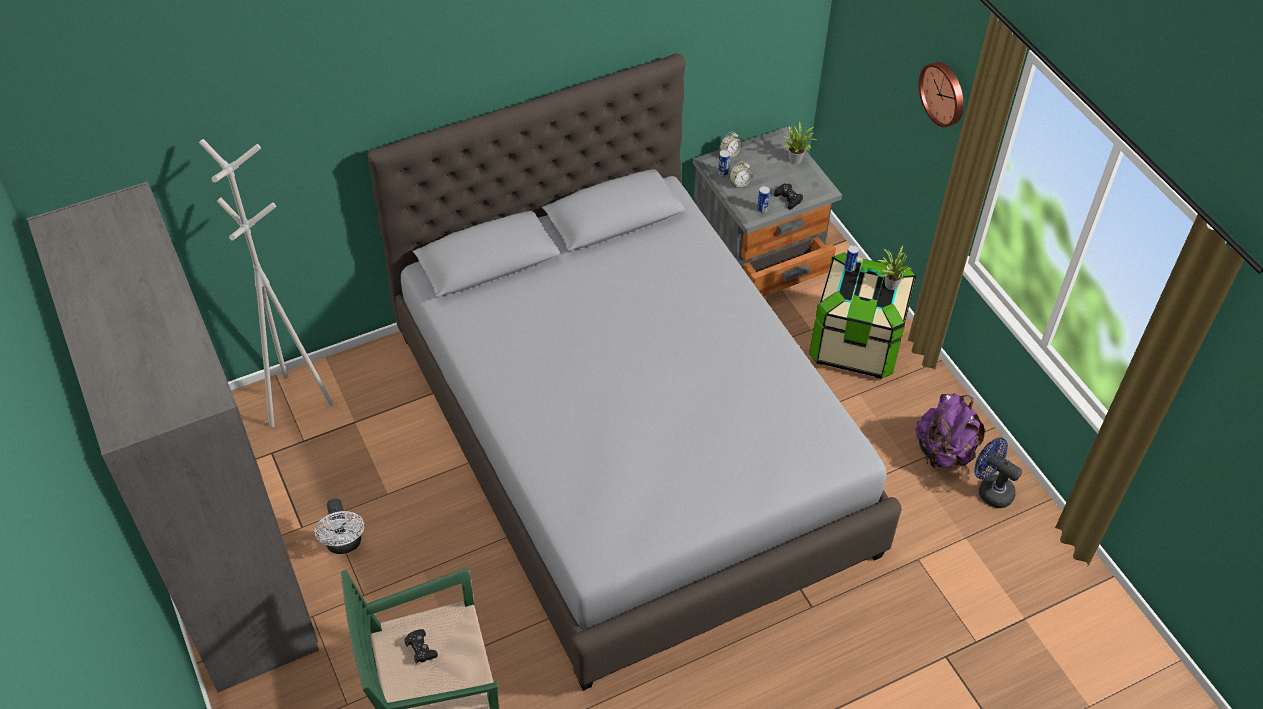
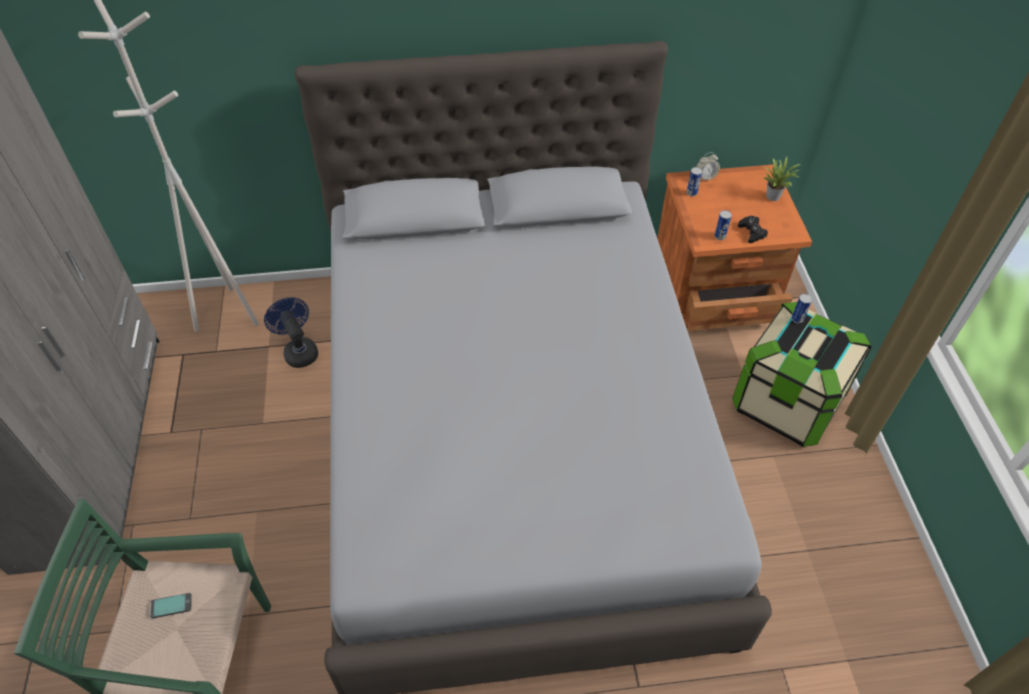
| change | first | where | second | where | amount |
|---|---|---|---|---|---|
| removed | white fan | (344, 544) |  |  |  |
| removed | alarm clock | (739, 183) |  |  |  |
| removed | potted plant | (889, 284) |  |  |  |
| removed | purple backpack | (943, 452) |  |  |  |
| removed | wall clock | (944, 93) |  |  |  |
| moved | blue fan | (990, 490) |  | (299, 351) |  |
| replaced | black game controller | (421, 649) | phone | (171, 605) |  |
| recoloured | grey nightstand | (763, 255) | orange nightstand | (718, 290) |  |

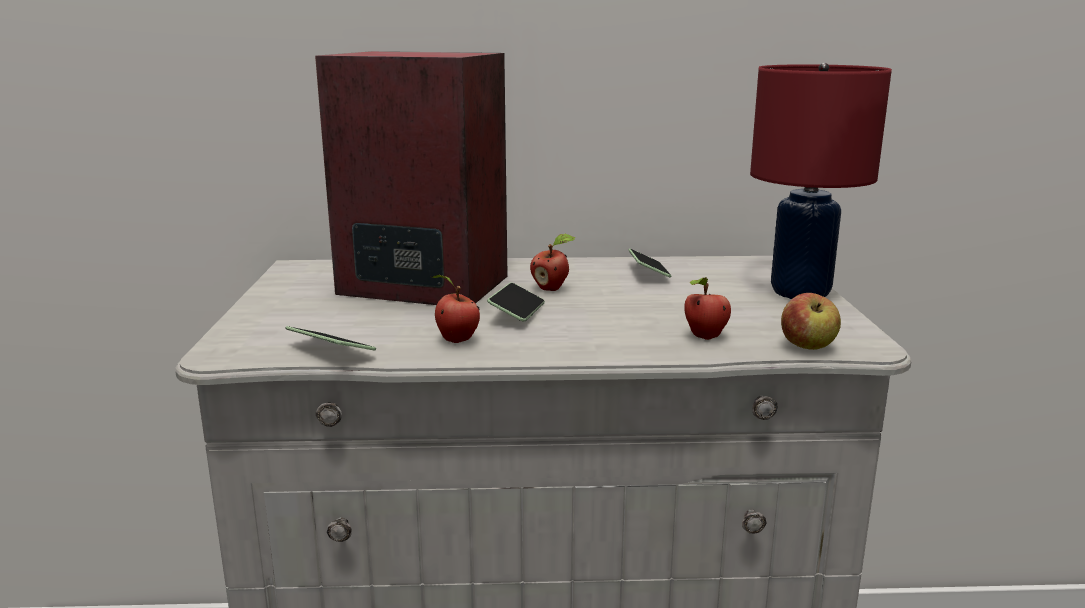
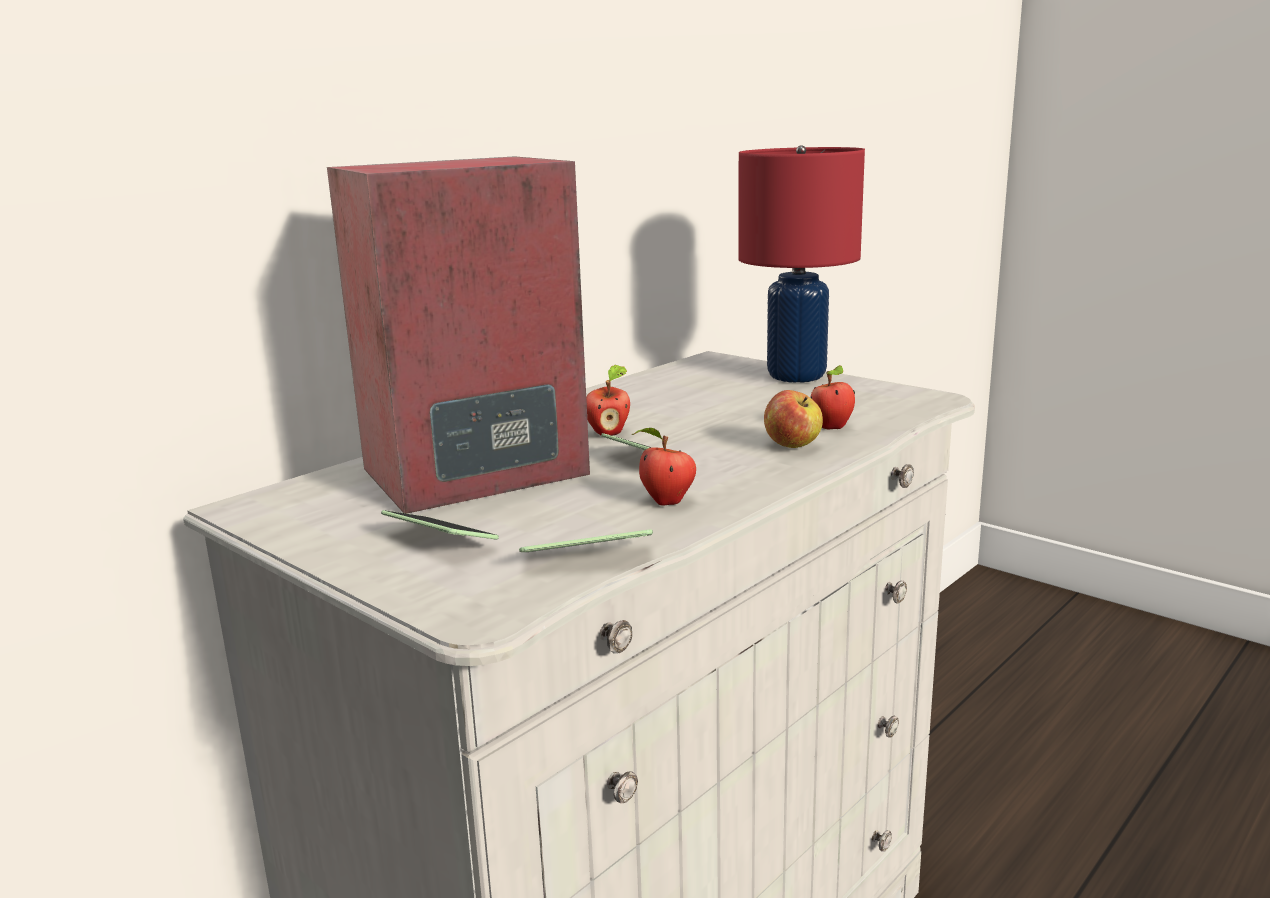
| change | first | where | second | where | amount |
|---|---|---|---|---|---|
| moved | phone | (648, 273) |  | (440, 542) |  |
| moved | apple | (808, 347) |  | (792, 446) |  |

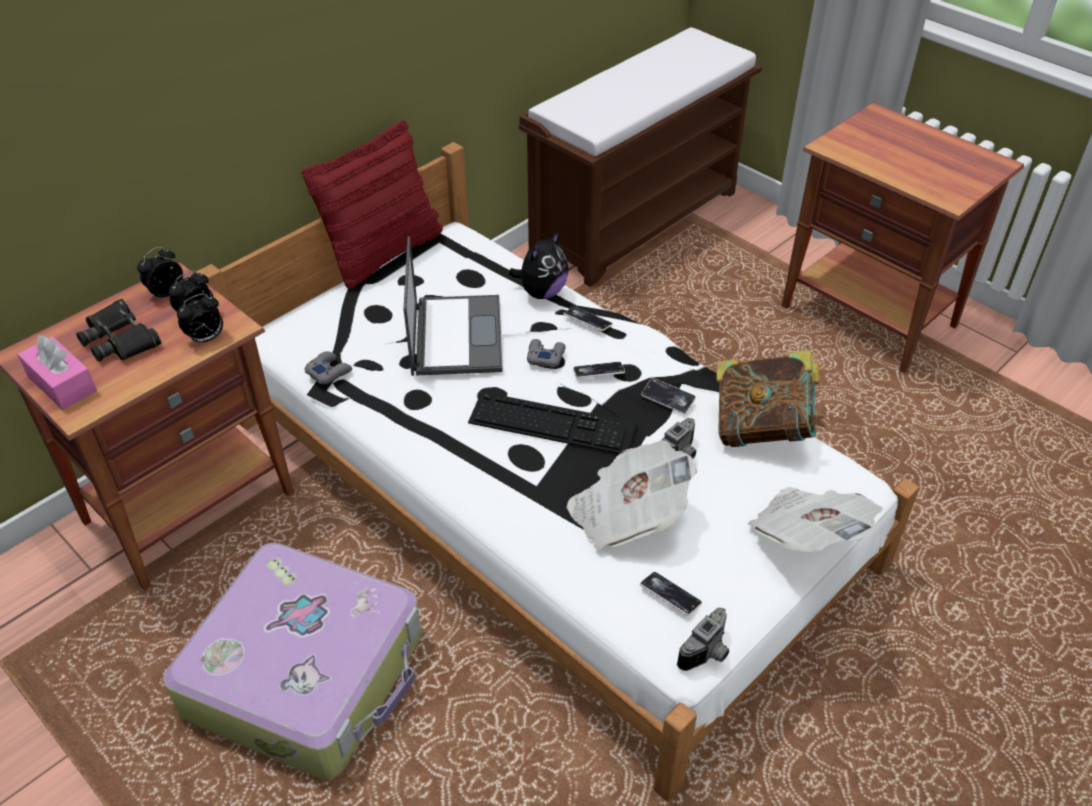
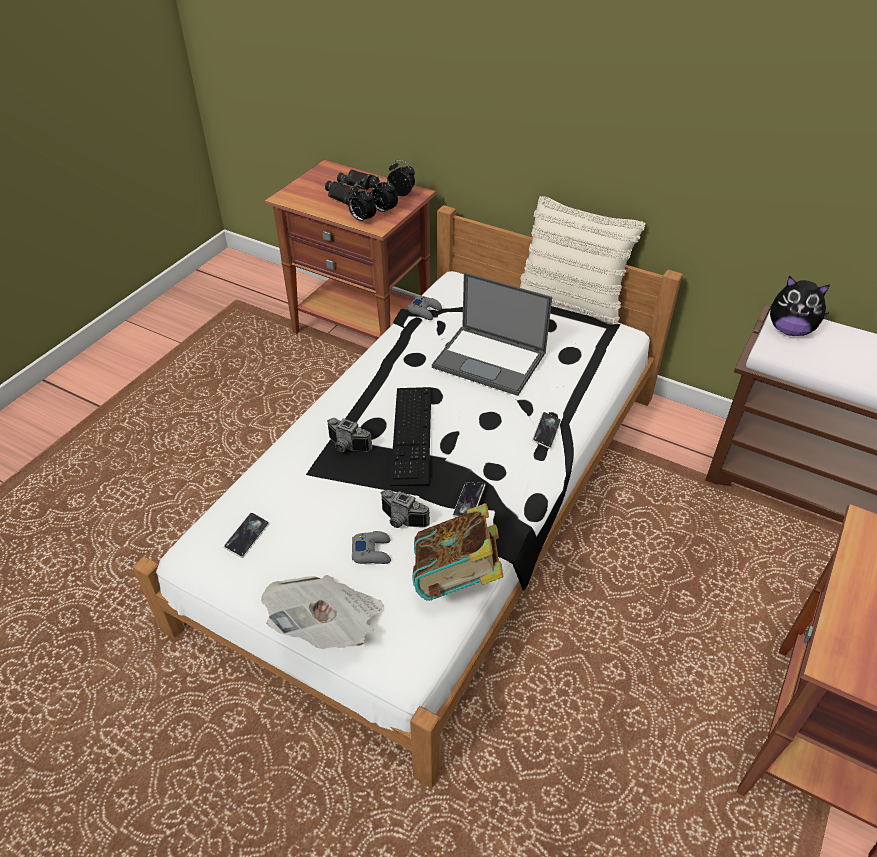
| change | first | where | second | where | amount |
|---|---|---|---|---|---|
| removed | pink tissue box | (62, 384) |  |  |  |
| removed | suitcase | (308, 673) |  |  |  |
| removed | newspaper | (627, 515) |  |  |  |
| removed | phone | (598, 372) |  |  |  |
| moved | plush toy | (542, 292) |  | (790, 330) |  |
| moved | grey game controller | (545, 356) |  | (372, 551) |  |
| moved | photo camera | (709, 653) |  | (346, 447) |  |
| recoloured | red pillow | (383, 254) | beige pillow | (572, 304) |  |
| turned | laptop | (456, 334) |  | (491, 360) | 45 degrees clockwise |

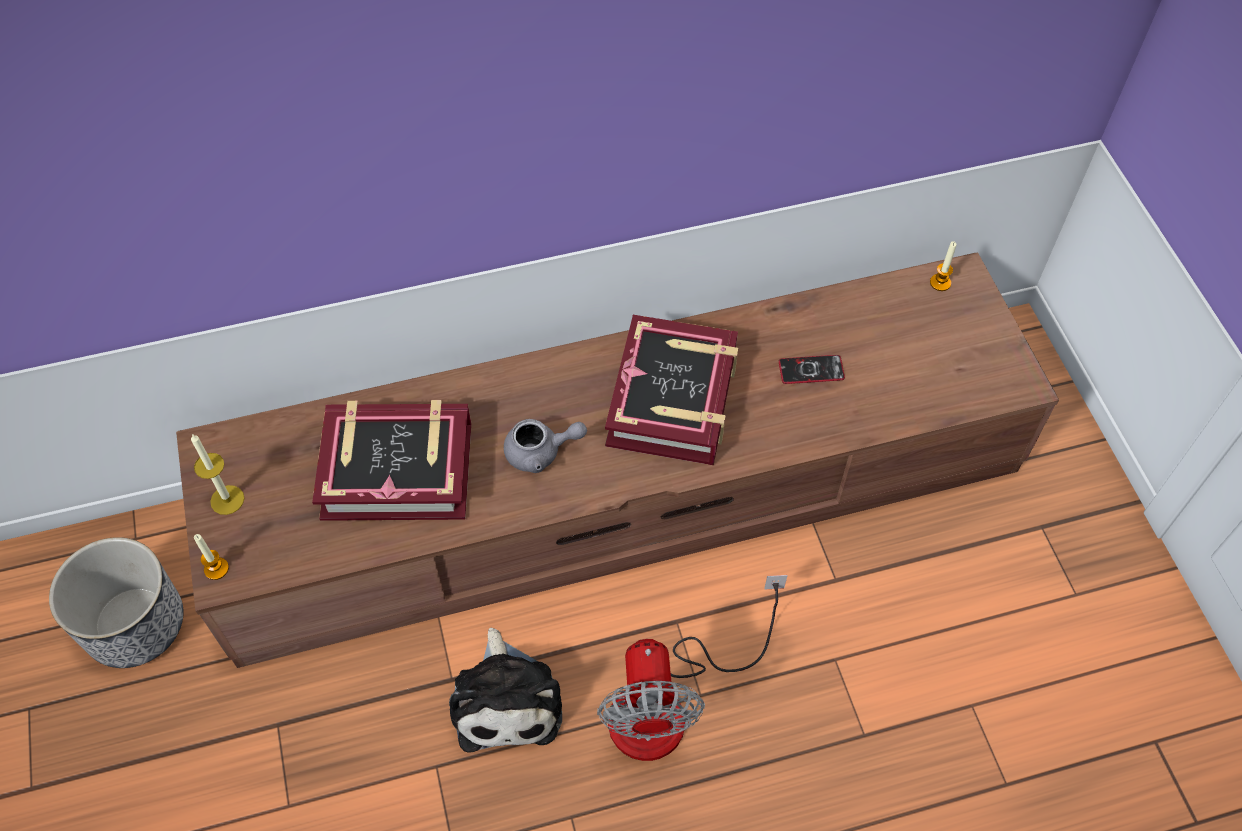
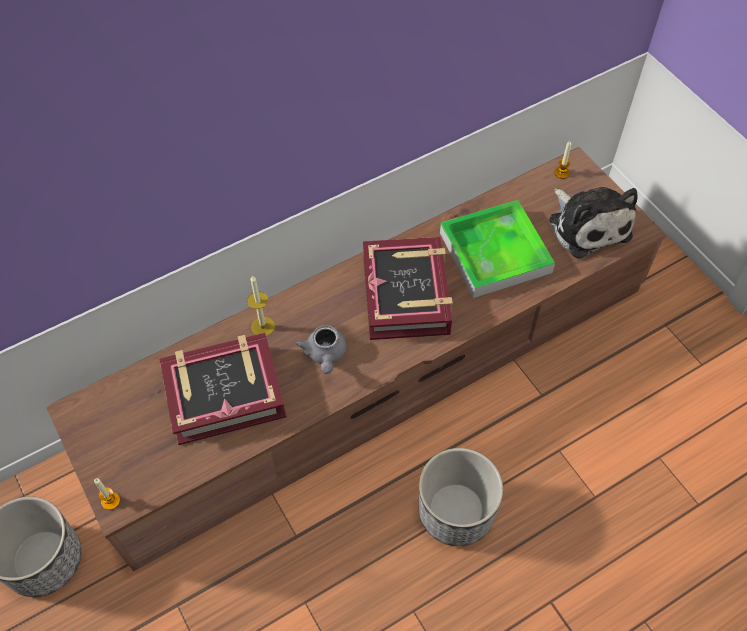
| change | first | where | second | where | amount |
|---|---|---|---|---|---|
| moved | candle | (227, 500) |  | (263, 326) |  |
| moved | plush toy | (507, 699) |  | (587, 225) |  |
| replaced | fan | (669, 703) | planter | (456, 511) |  |
| replaced | phone | (811, 370) | tray | (495, 252) |  |
| turned | grey teapot | (541, 452) |  | (325, 355) | 105 degrees clockwise |

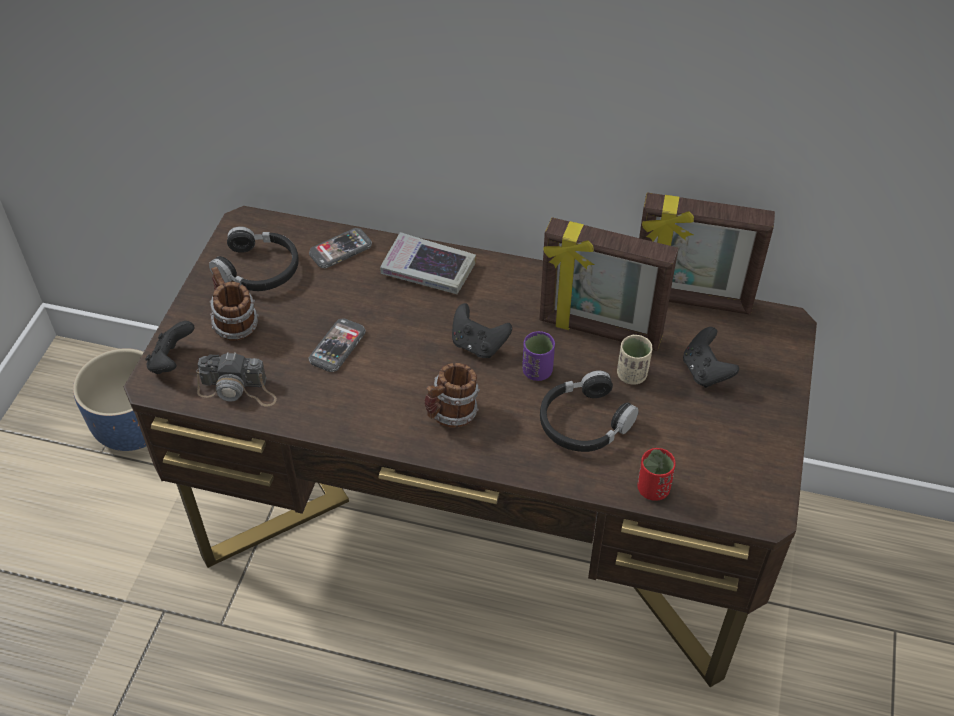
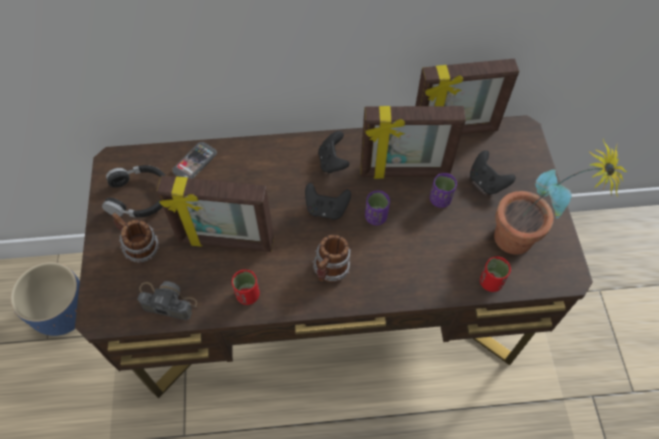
| change | first | where | second | where | amount |
|---|---|---|---|---|---|
| removed | book | (428, 270) |  |  |  |
| removed | black headphones | (584, 422) |  |  |  |
| added |  |  | red cup | (248, 295) |  |
| added |  |  | potted plant | (525, 244) |  |
| moved | black game controller | (172, 362) |  | (332, 162) |  |
| replaced | phone | (337, 346) | picture frame | (226, 242) |  |
| recoloured | beige cup | (632, 375) | purple cup | (440, 199) |  |
| turned | photo camera | (238, 389) |  | (166, 301) | 150 degrees counterclockwise |

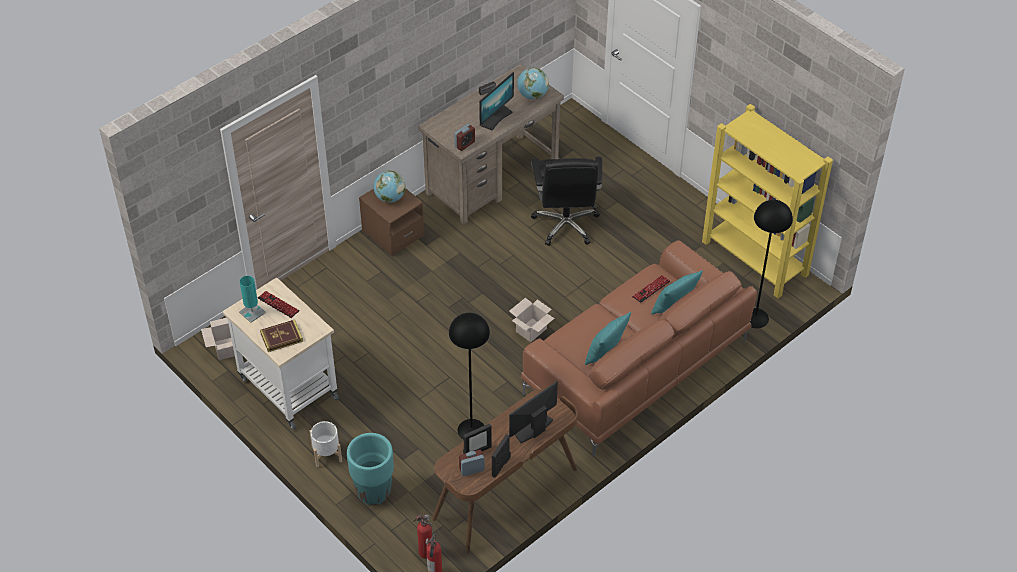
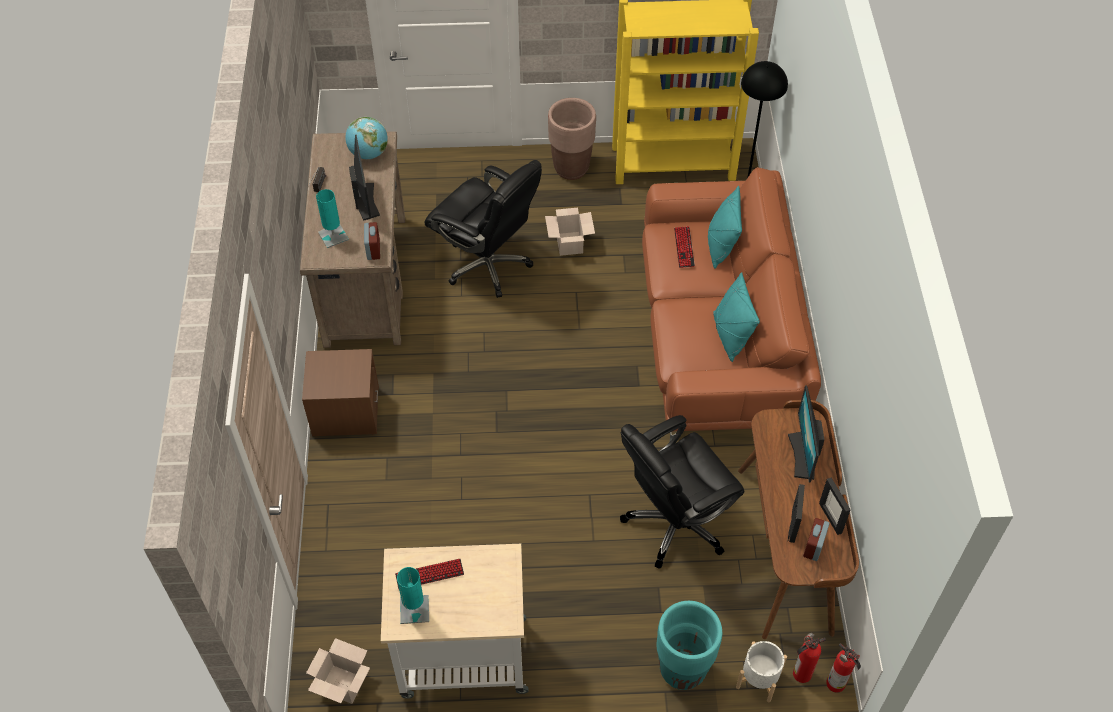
| change | first | where | second | where | amount |
|---|---|---|---|---|---|
| removed | book | (281, 337) |  |  |  |
| removed | globe | (390, 198) |  |  |  |
| added |  |  | turquoise table lamp | (333, 236) |  |
| added |  |  | brown planter | (571, 168) |  |
| moved | white planter | (326, 454) |  | (758, 679) |  |
| moved | cardboard box | (531, 331) |  | (570, 244) |  |
| replaced | black floor lamp | (471, 429) | black office chair | (676, 522) |  |

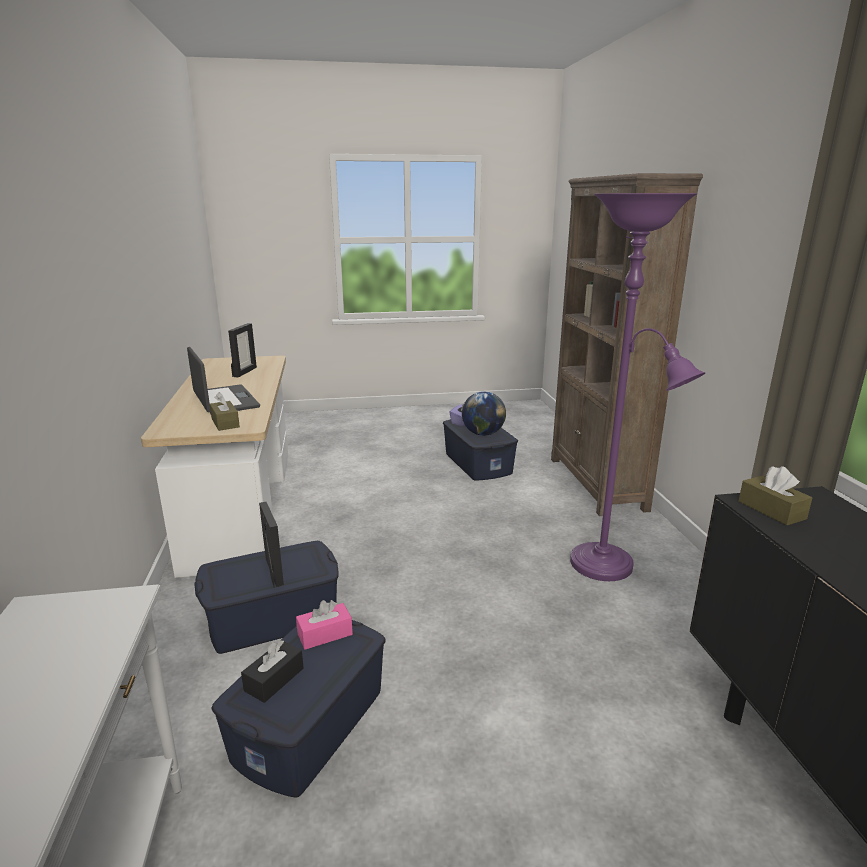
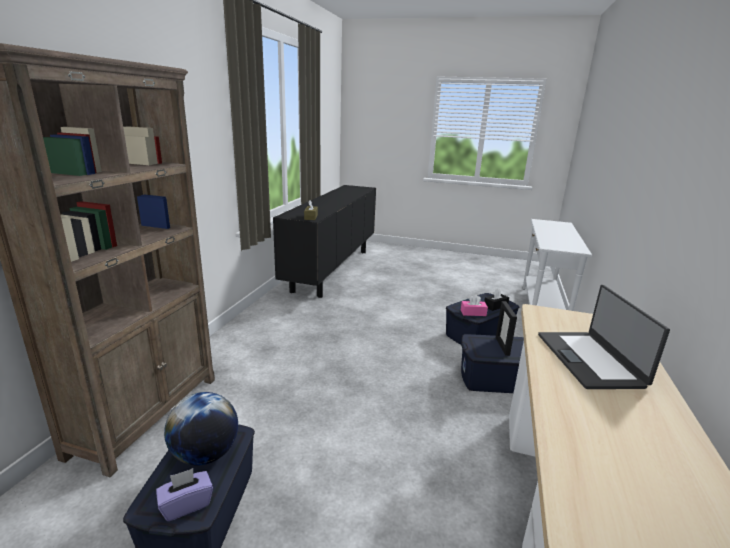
| change | first | where | second | where | amount |
|---|---|---|---|---|---|
| removed | brown tissue box | (225, 423) |  |  |  |
| removed | picture frame | (244, 372) |  |  |  |
| removed | purple floor lamp | (608, 567) |  |  |  |

